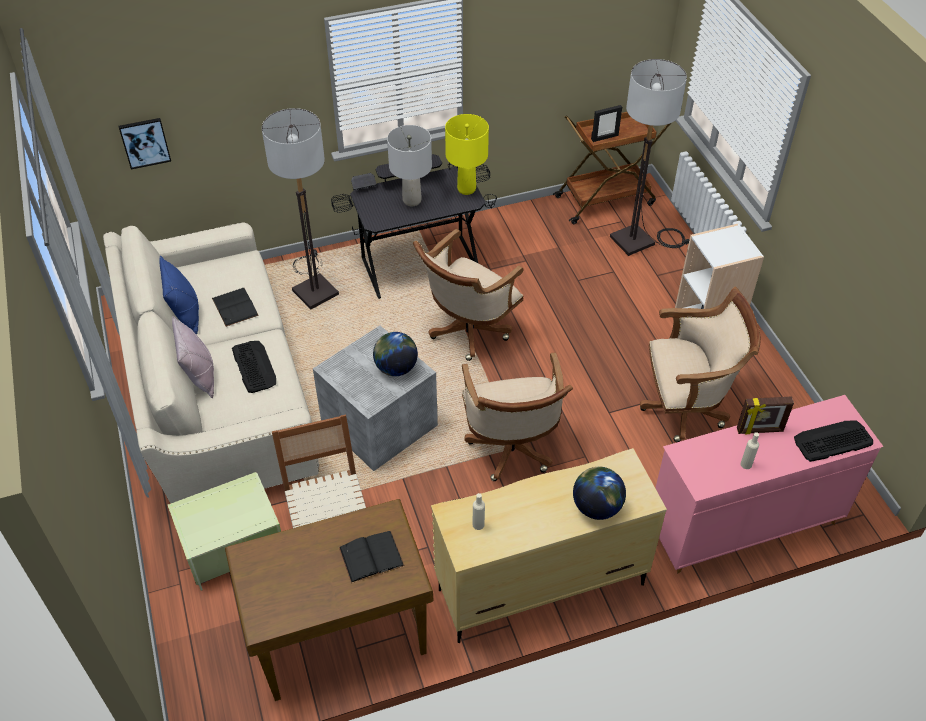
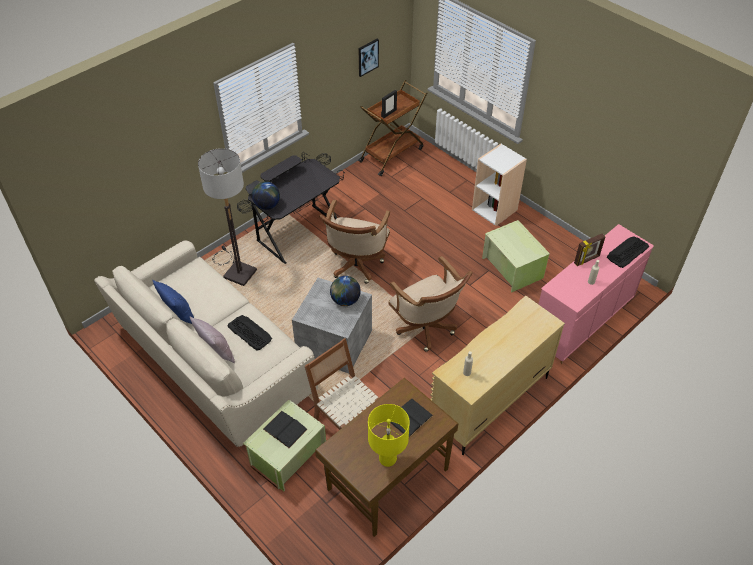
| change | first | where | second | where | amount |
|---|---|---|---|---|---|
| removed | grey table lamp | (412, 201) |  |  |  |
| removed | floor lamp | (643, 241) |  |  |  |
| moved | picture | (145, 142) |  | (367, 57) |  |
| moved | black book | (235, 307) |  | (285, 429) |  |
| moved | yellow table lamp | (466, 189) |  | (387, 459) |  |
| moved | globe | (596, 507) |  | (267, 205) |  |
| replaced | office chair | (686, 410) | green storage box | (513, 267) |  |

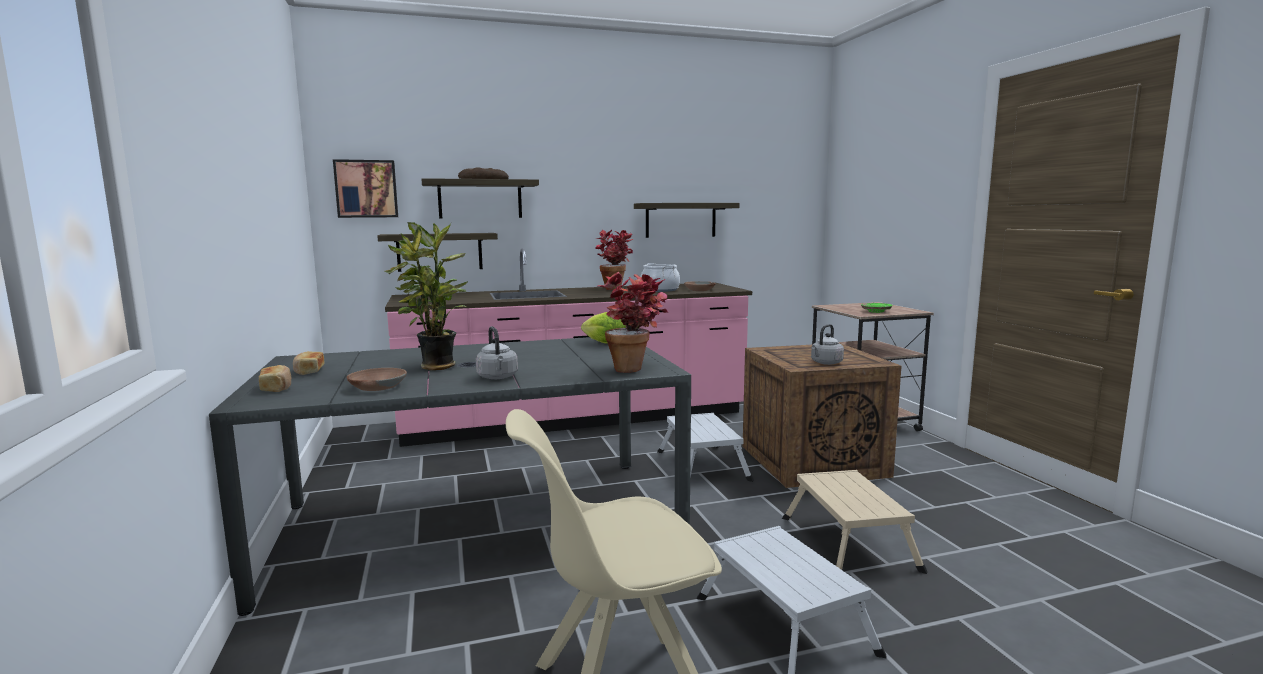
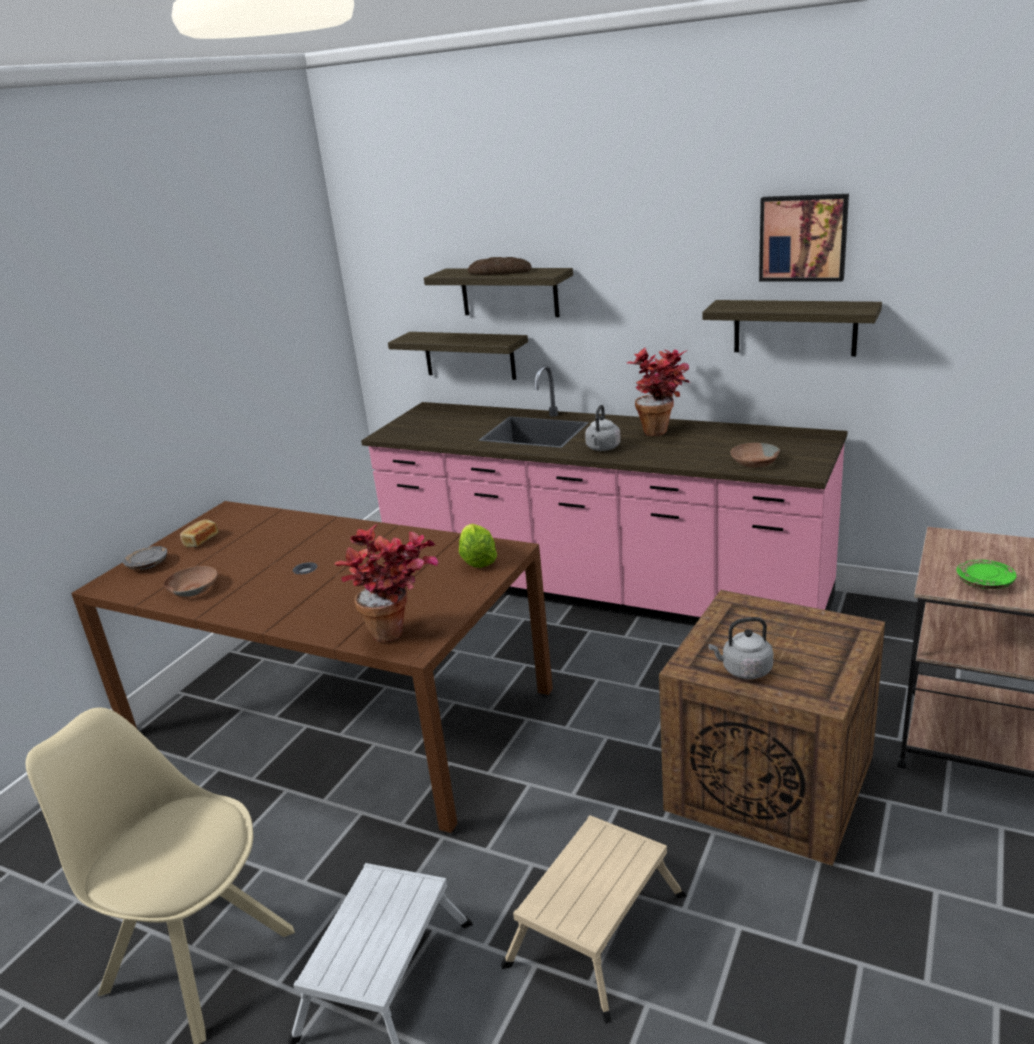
| change | first | where | second | where | amount |
|---|---|---|---|---|---|
| removed | potted plant | (436, 367) |  |  |  |
| removed | cooking pot | (660, 290) |  |  |  |
| removed | white step ladder | (702, 465) |  |  |  |
| moved | picture | (366, 189) |  | (803, 238) |  |
| moved | grey kettle | (498, 377) |  | (602, 448) |  |
| replaced | bread | (277, 387) | grey plate | (147, 565) |  |
| recoloured | grey dining table | (477, 523) | brown dining table | (337, 713) |  |

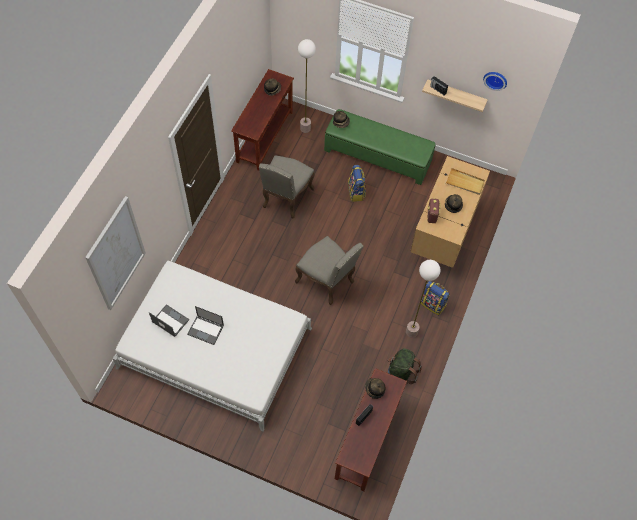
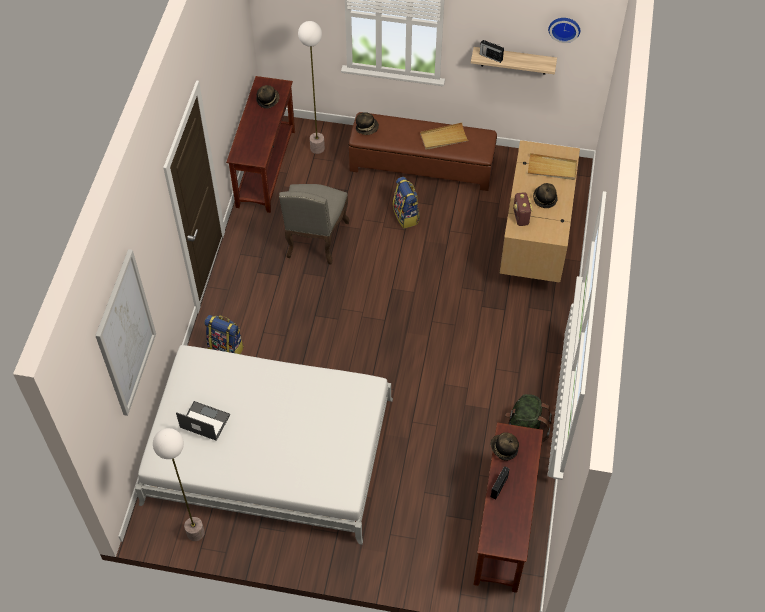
| change | first | where | second | where | amount |
|---|---|---|---|---|---|
| removed | laptop | (206, 330) |  |  |  |
| removed | grey chair | (327, 281) |  |  |  |
| added |  |  | beige tray | (443, 138) |  |
| moved | floor lamp | (411, 332) |  | (195, 533) |  |
| moved | backpack | (433, 304) |  | (226, 348) |  |
| recoloured | green bench | (378, 155) | brown bench | (422, 164) |  |

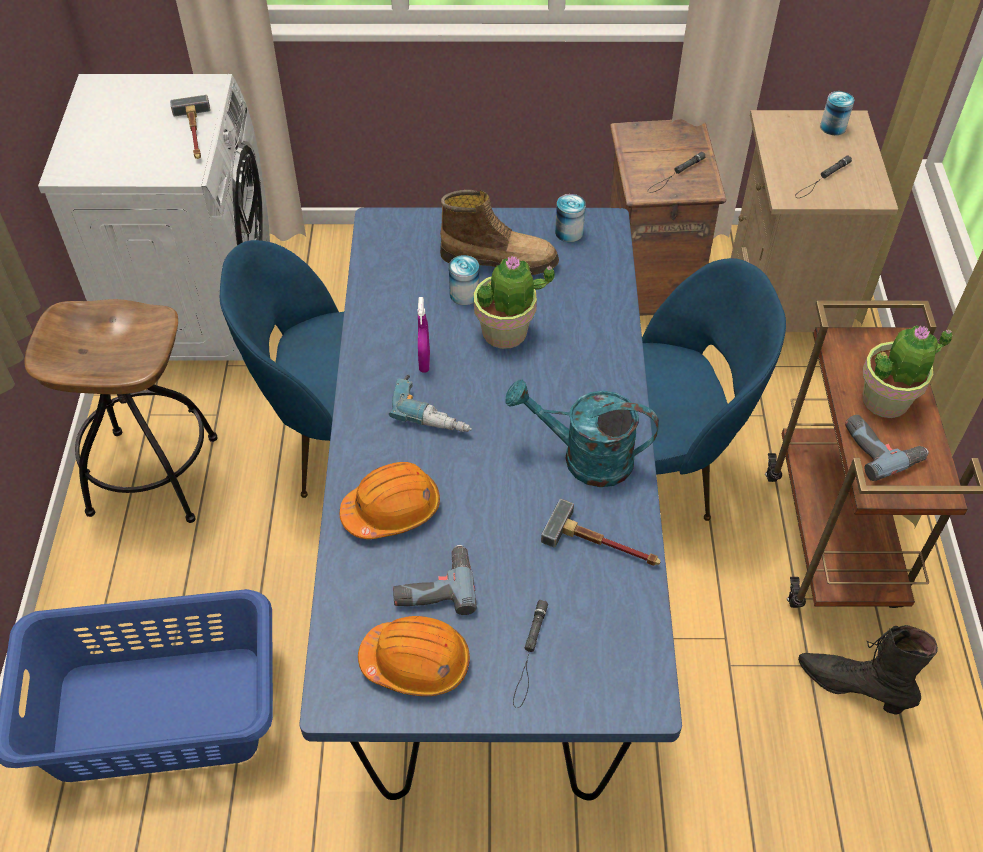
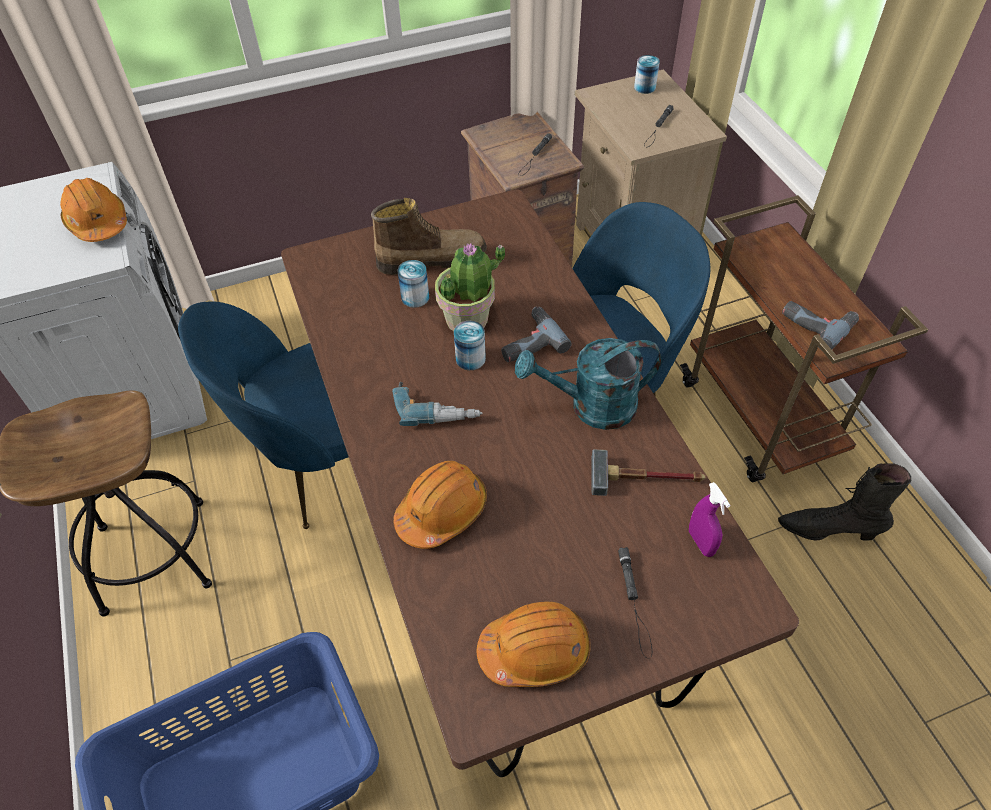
| change | first | where | second | where | amount |
|---|---|---|---|---|---|
| removed | potted plant | (886, 400) |  |  |  |
| moved | power drill | (433, 585) |  | (528, 341) |  |
| moved | purple spray bottle | (424, 362) |  | (701, 542) |  |
| moved | can | (569, 232) |  | (470, 359) |  |
| replaced | hammer | (194, 134) | orange hard hat | (98, 222) |  |
| recoloured | blue dining table | (494, 568) | brown dining table | (501, 533) |  |

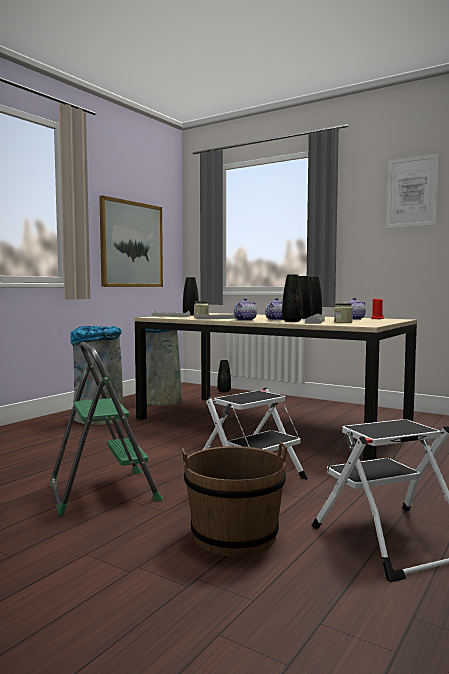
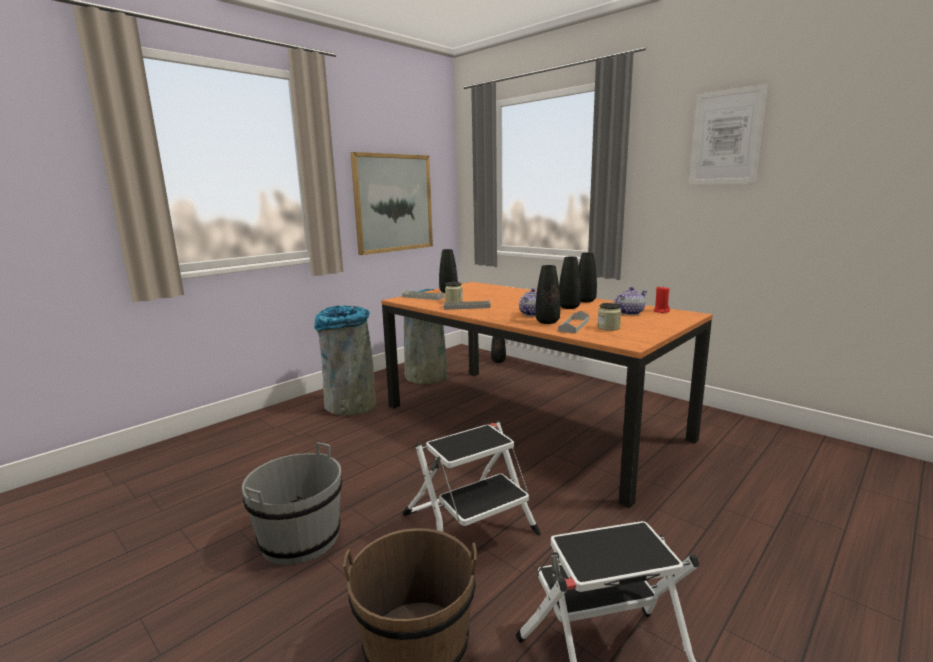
| change | first | where | second | where | amount |
|---|---|---|---|---|---|
| removed | teapot | (244, 320) |  |  |  |
| replaced | green step ladder | (98, 492) | grey bucket | (300, 538) |  |
| recoloured | beige dining table | (268, 423) | orange dining table | (528, 421) |  |

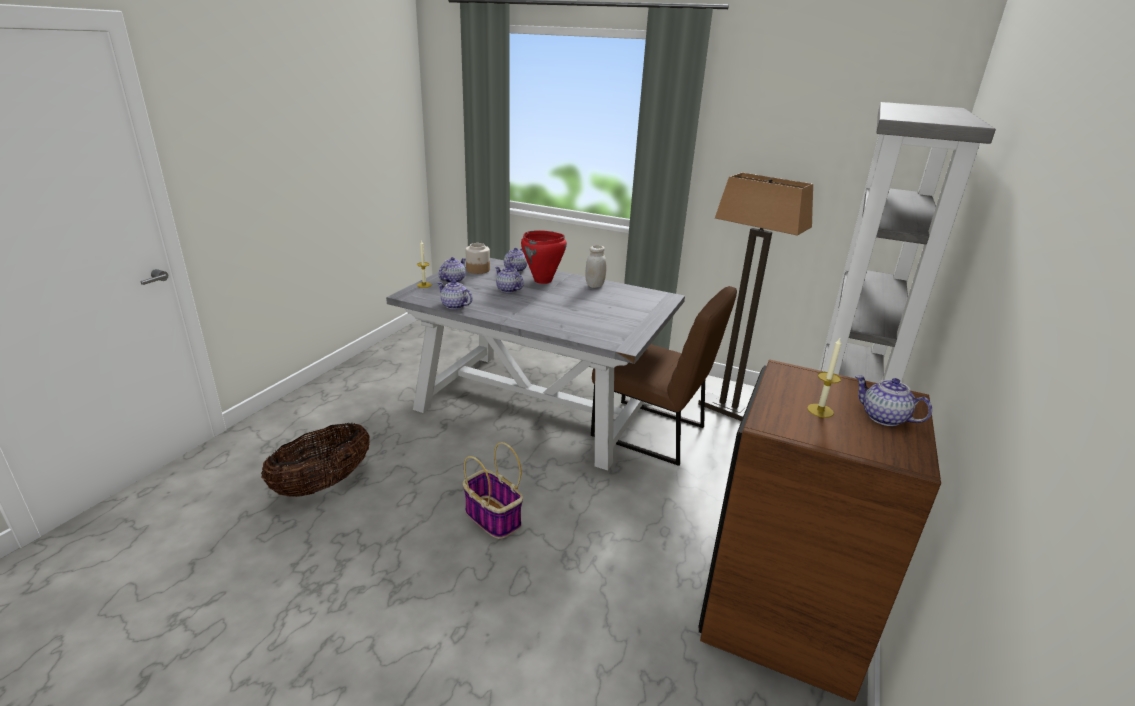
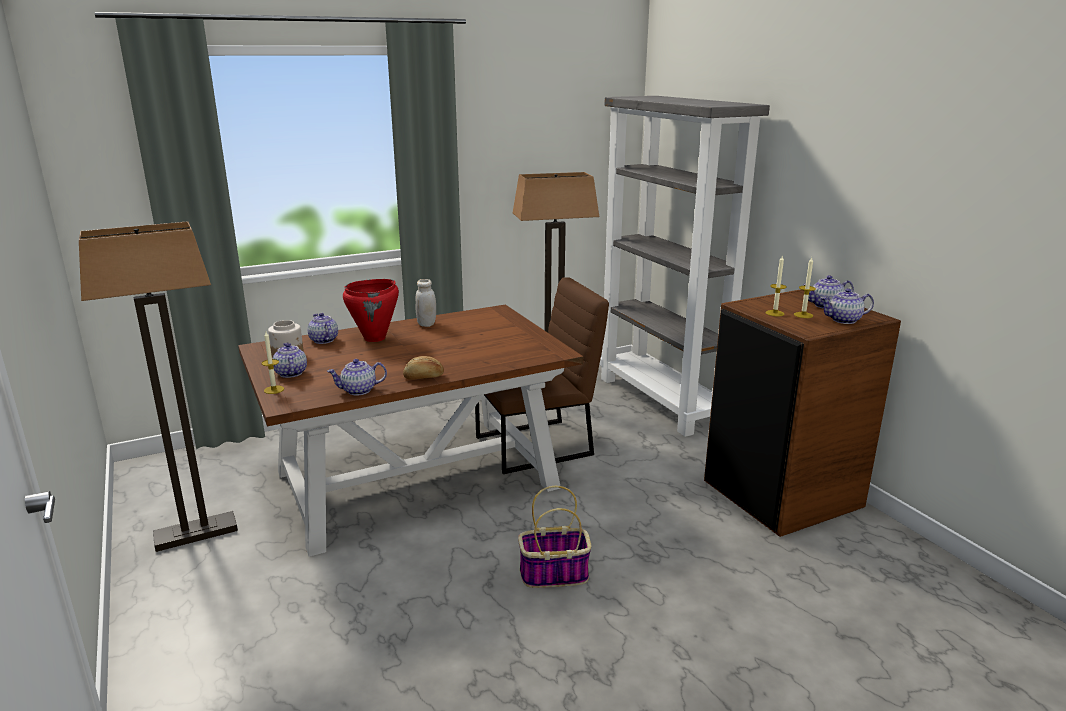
| change | first | where | second | where | amount |
|---|---|---|---|---|---|
| removed | basket | (323, 484) |  |  |  |
| added |  |  | floor lamp | (195, 534) |  |
| added |  |  | bread | (424, 377) |  |
| added |  |  | candle | (775, 313) |  |
| moved | teapot | (508, 289) |  | (843, 320) |  |
| recoloured | grey dining table | (535, 404) | brown dining table | (415, 480) |  |

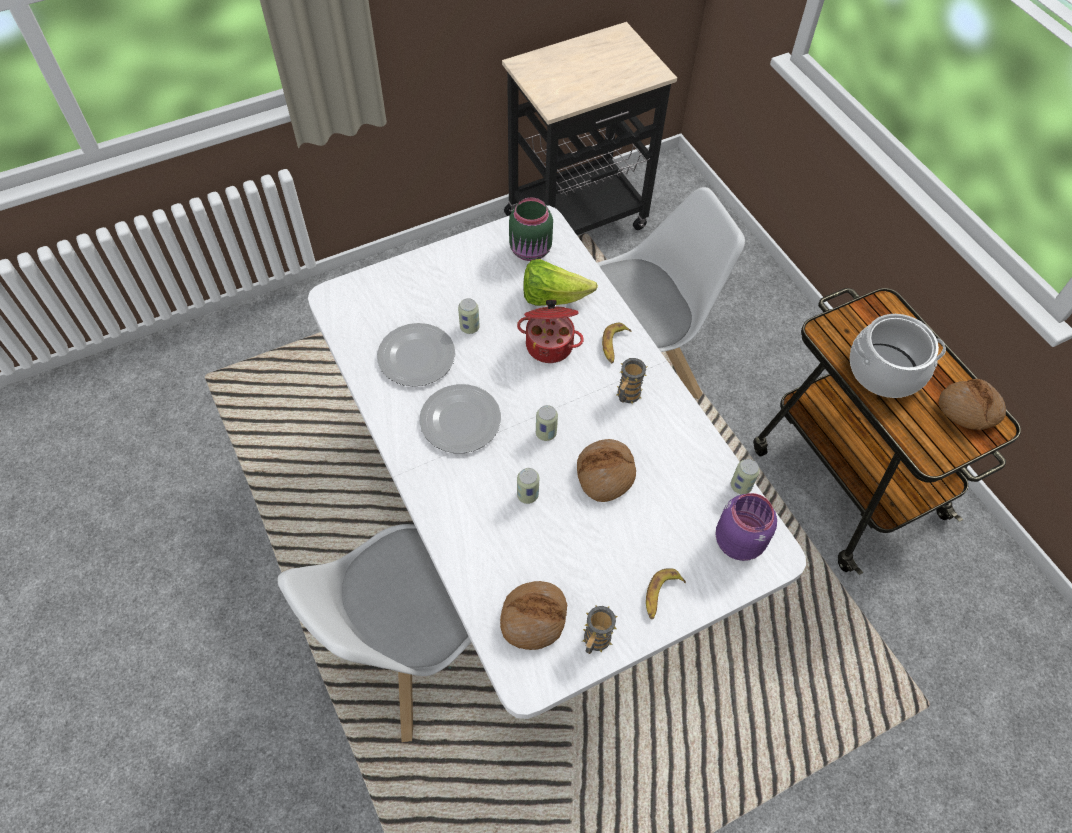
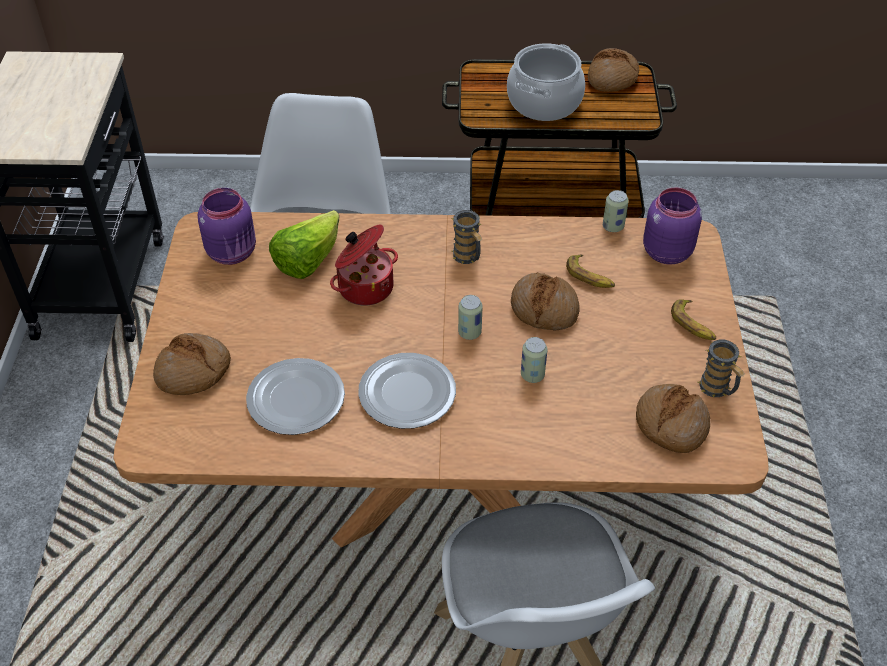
| change | first | where | second | where | amount |
|---|---|---|---|---|---|
| removed | can | (469, 327) |  |  |  |
| added |  |  | bread | (193, 372) |  |
| moved | banana | (614, 345) |  | (590, 276) |  |
| recoloured | white dining table | (533, 523) | brown dining table | (443, 492) |  |
| recoloured | green jar | (531, 251) | purple jar | (233, 252) |  |

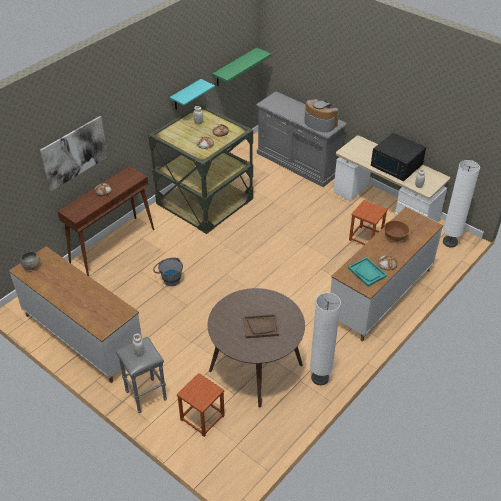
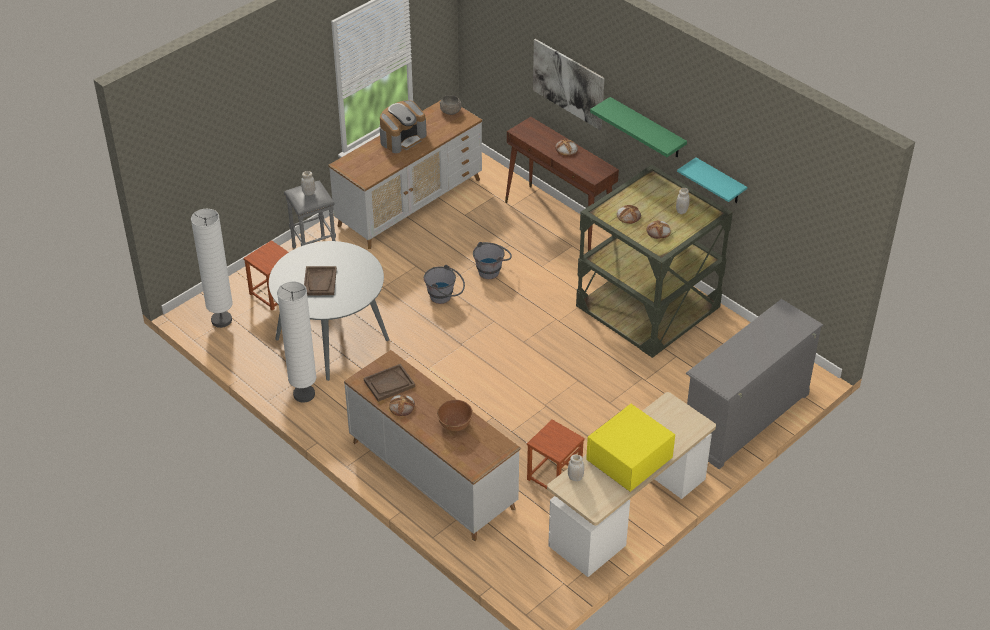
| change | first | where | second | where | amount |
|---|---|---|---|---|---|
| added |  |  | grey bucket | (445, 297) |  |
| moved | green shelf | (235, 67) |  | (647, 128) |  |
| moved | coffee machine | (319, 123) |  | (402, 138) |  |
| moved | white floor lamp | (450, 242) |  | (221, 320) |  |
| recoloured | brown dining table | (255, 368) | grey dining table | (332, 339) |  |
| recoloured | turquoise tray | (367, 272) | brown tray | (389, 384) |  |
| recoloured | black microwave | (397, 166) | yellow microwave | (628, 460) |  |

